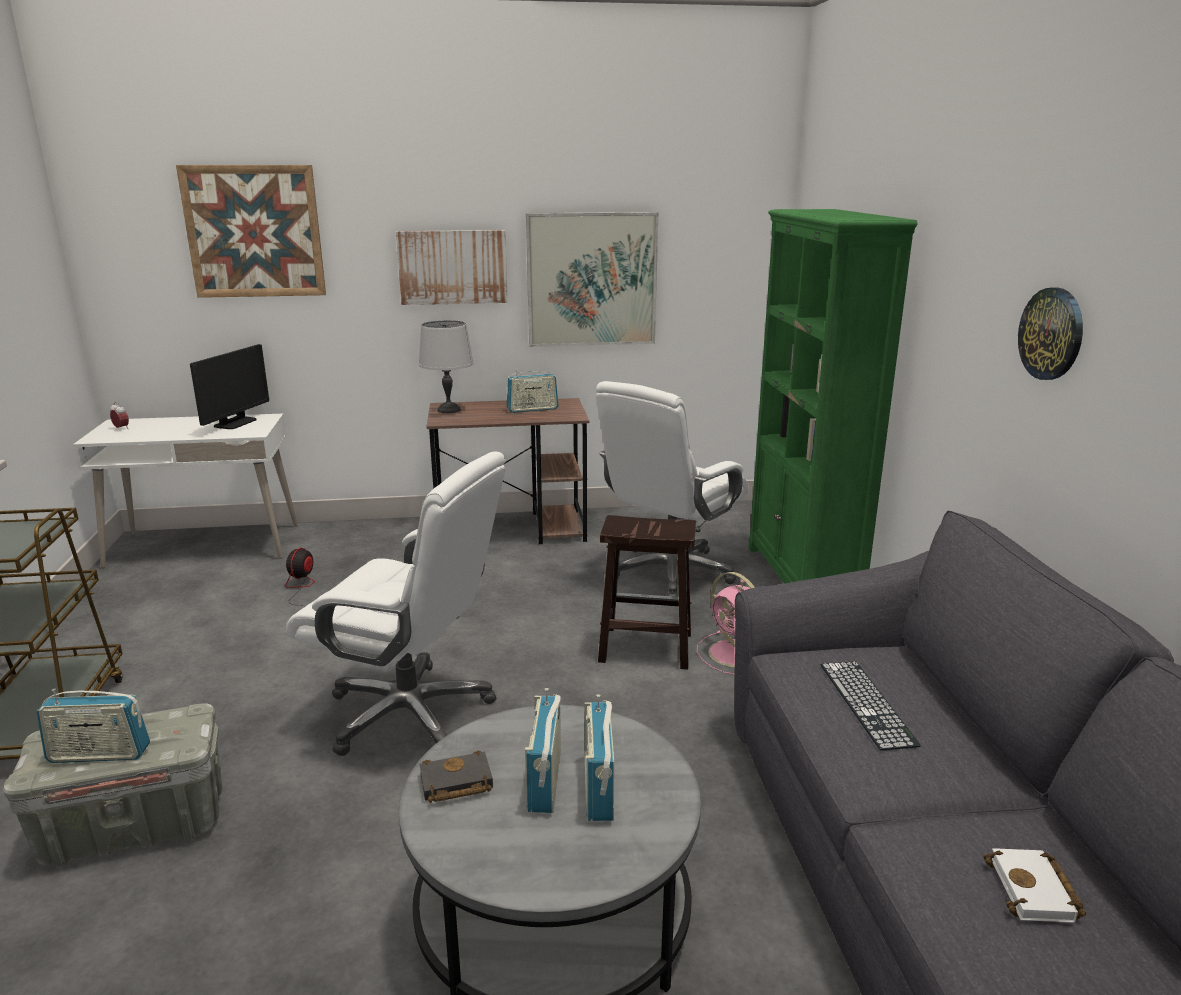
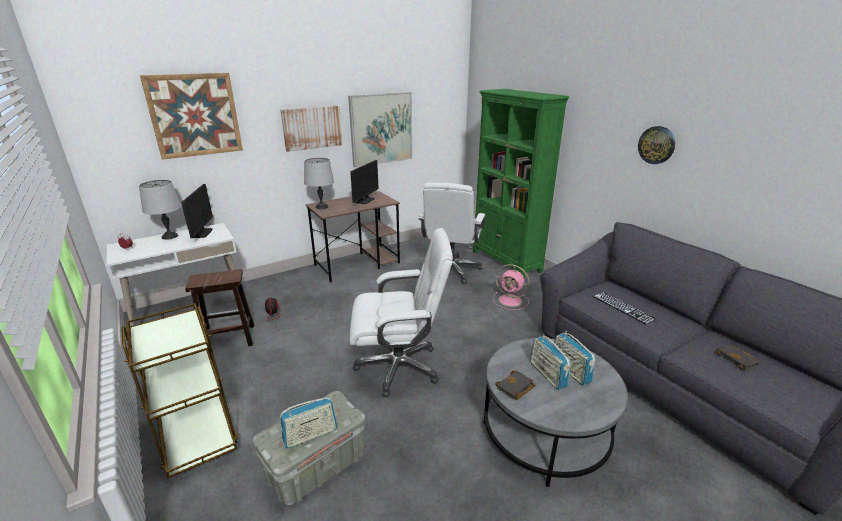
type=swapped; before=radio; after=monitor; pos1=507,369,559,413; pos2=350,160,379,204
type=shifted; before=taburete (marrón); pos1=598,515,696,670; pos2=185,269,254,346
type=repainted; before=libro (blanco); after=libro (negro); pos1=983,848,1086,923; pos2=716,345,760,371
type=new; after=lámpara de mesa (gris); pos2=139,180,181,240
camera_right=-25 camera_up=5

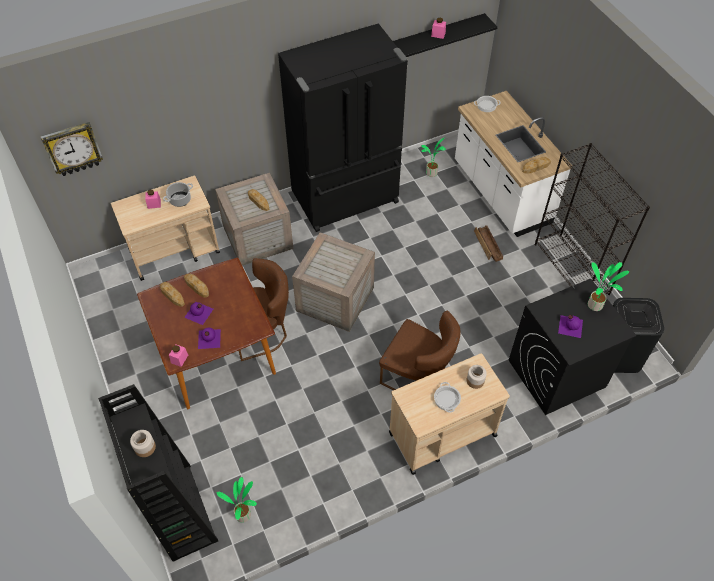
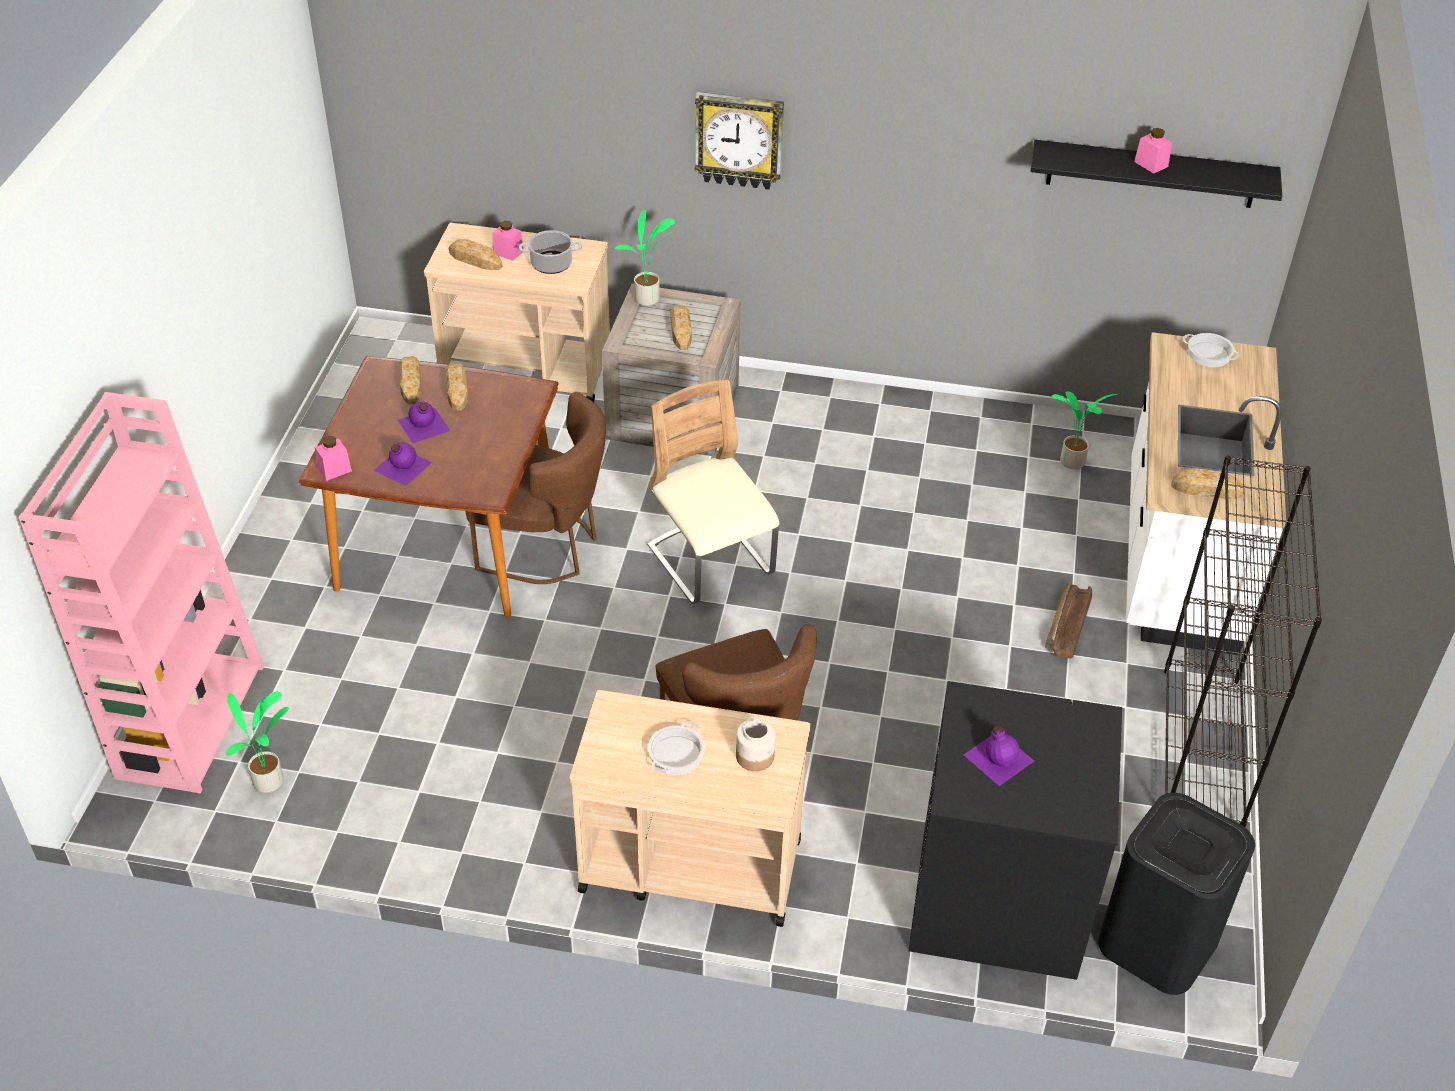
type=gone; before=nevera (negro); pos1=278,23,408,232
type=shifted; before=reloj de pared; pos1=40,122,103,176; pos2=695,92,784,190
type=swapped; before=caja de embalaje; after=silla (beis); pos1=292,232,375,332; pos2=647,380,779,604
type=shifted; before=planta en maceta; pos1=588,262,629,311; pos2=615,210,675,306
type=repainted; before=estantería (negro); after=estantería (rosa); pos1=98,384,218,562; pos2=19,392,264,793
type=gone; before=tarro; pos1=130,430,156,457
type=new; after=pan; pos2=449,239,503,270
camera_right=35 camera_up=-10

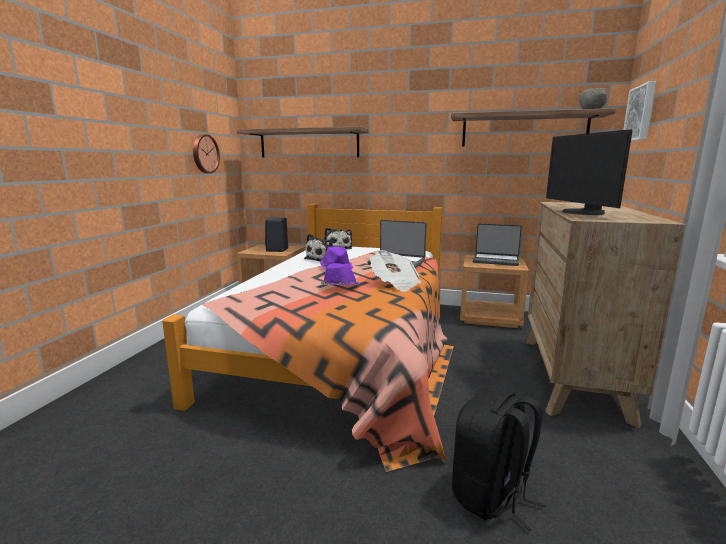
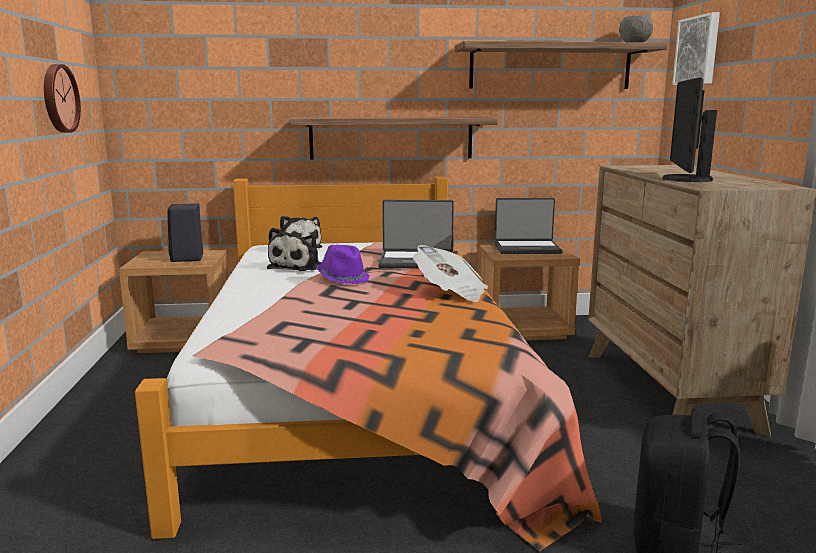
type=shifted; before=estante; pos1=237,126,369,158; pos2=289,117,498,159
type=rotated; before=monitor; pos1=546,129,632,215; pos2=662,77,717,182; turn=45
type=gone; before=sombrero (morado); pos1=320,263,361,285
camera_right=-20 camera_up=0

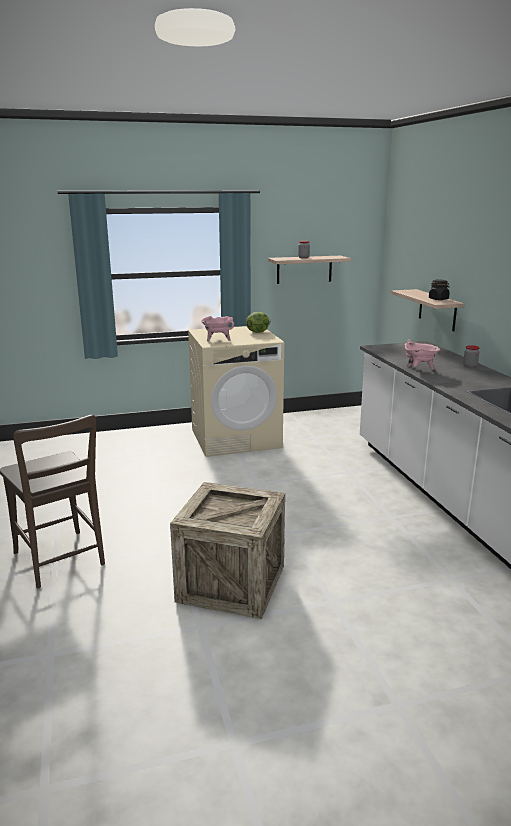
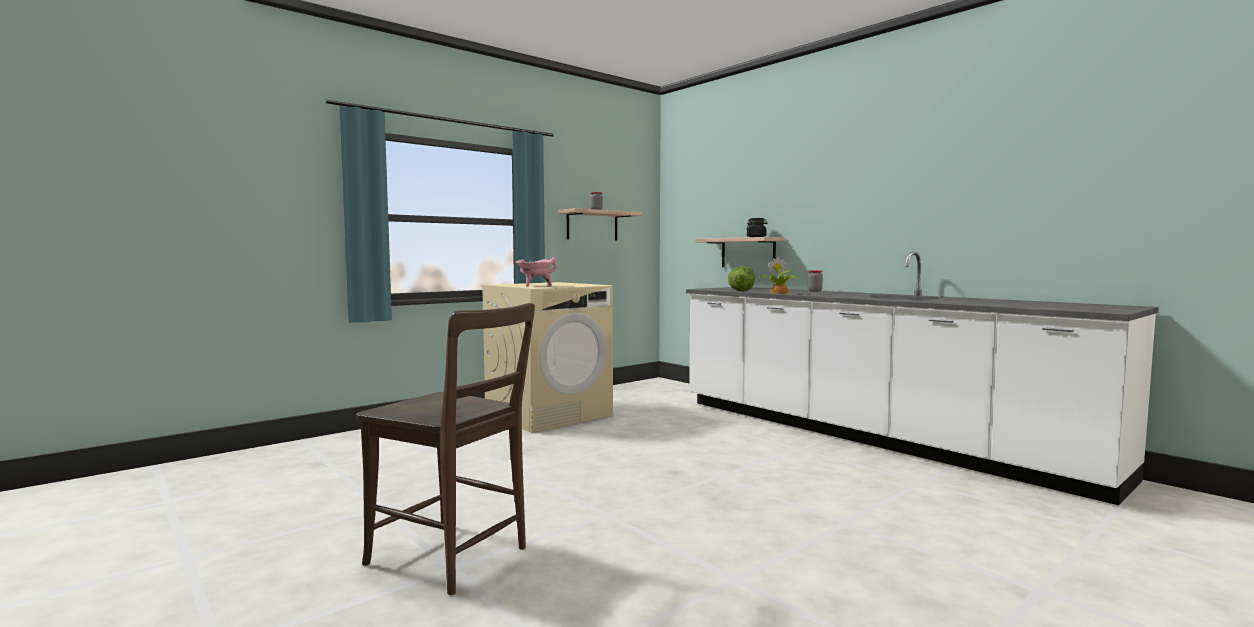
type=shifted; before=lechuga; pos1=246,312,270,333; pos2=728,266,755,291
type=swapped; before=olla (rosa); after=planta en maceta; pos1=404,339,440,370; pos2=759,257,797,294
type=gone; before=caja de embalaje; pos1=170,482,285,619
camera_right=-25 camera_up=-15

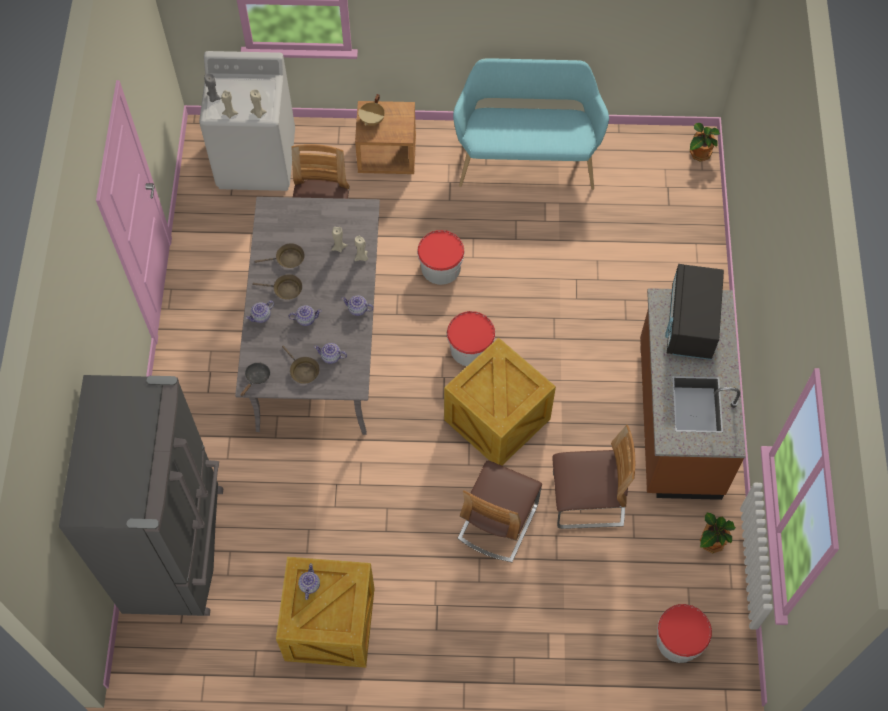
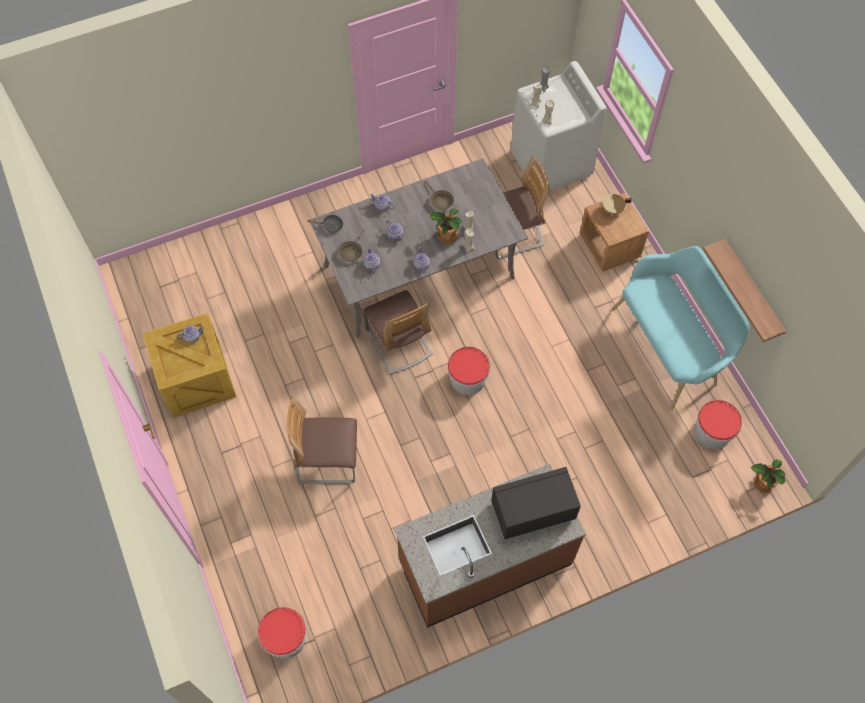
type=shifted; before=cubo; pos1=417,230,464,285; pos2=695,400,742,449
type=gone; before=sartén (marrón); pos1=252,274,302,300
type=gone; before=caja de embalaje; pos1=444,338,556,466
type=gone; before=nevera (gris); pos1=59,375,223,616
type=shifted; before=silla; pos1=552,425,635,529; pos2=363,290,433,374
type=shifted; before=planta en maceta; pos1=700,513,736,553; pos2=430,208,462,243
type=new; after=estante; pos2=703,239,786,342
camera_right=65 camera_up=0

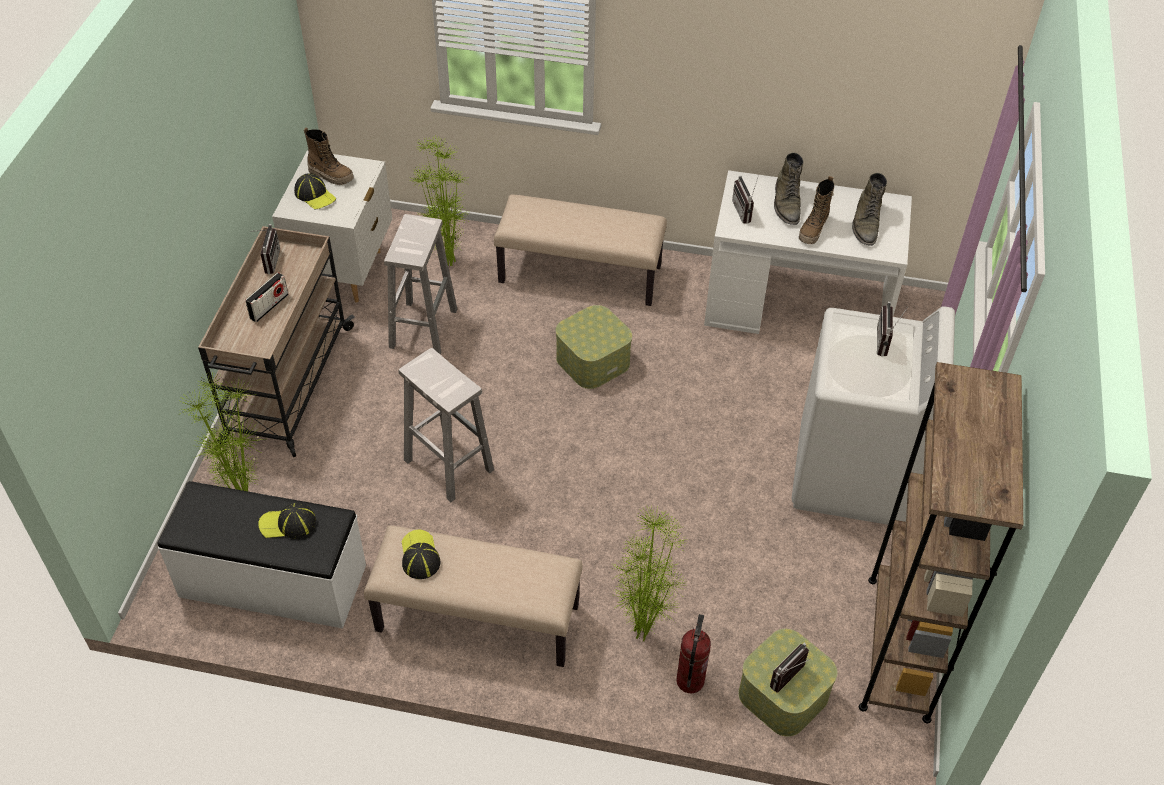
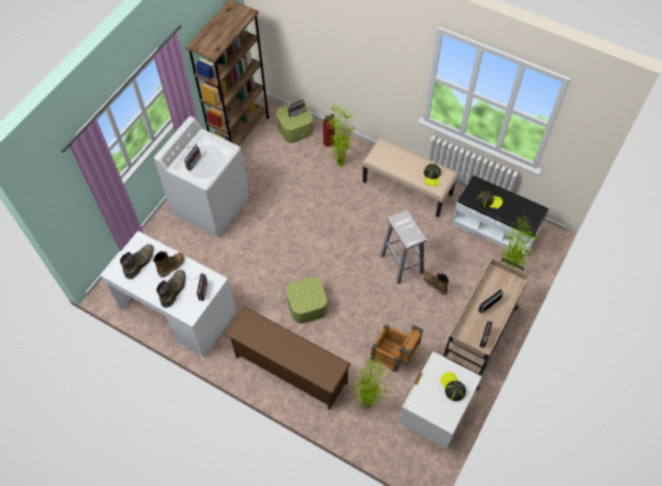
type=shifted; before=bota; pos1=304,127,354,185; pos2=424,273,449,295
type=swapped; before=banco (beis); after=zapatero (marrón); pos1=494,194,667,306; pos2=225,307,351,410
type=swapped; before=taburete (blanco); after=caja de embalaje; pos1=384,214,457,355; pos2=371,324,424,372
camera_right=-160 camera_up=10

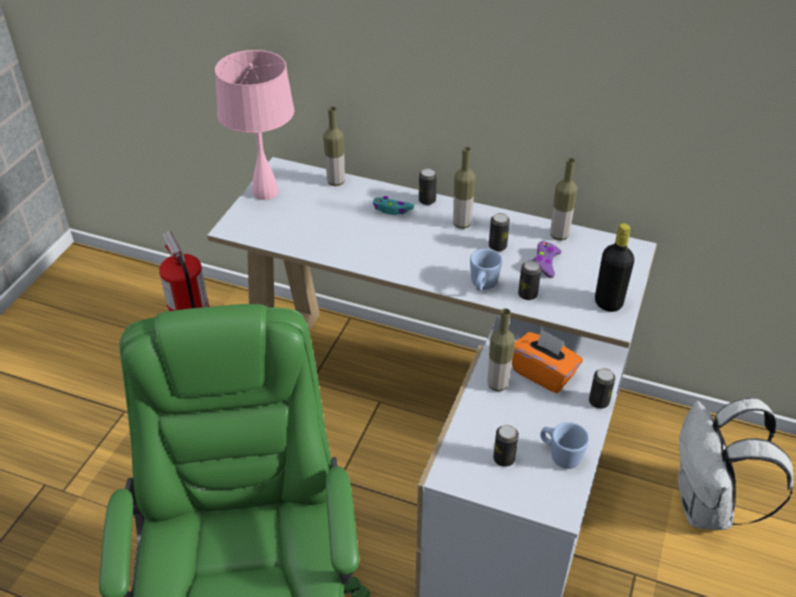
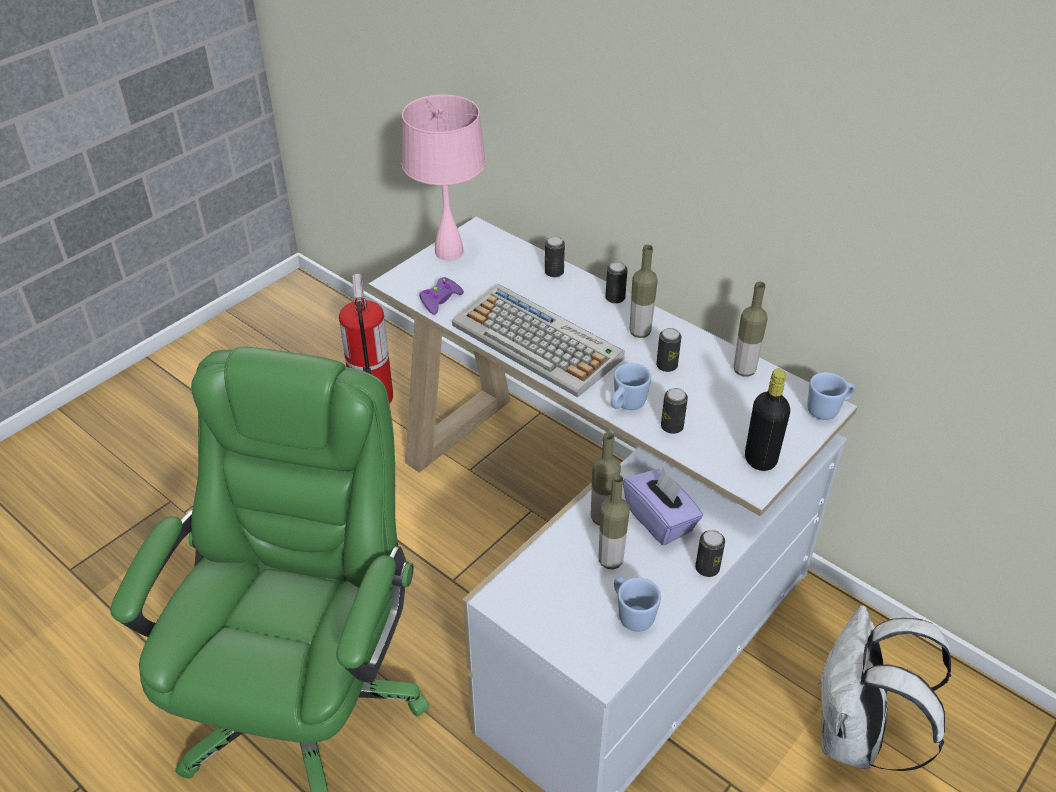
type=shifted; before=botella; pos1=323,106,345,186; pos2=598,475,630,569
type=gone; before=mando de consola (turquesa); pos1=373,196,414,215
type=shifted; before=mando de consola (morado); pos1=532,241,561,278; pos2=419,277,464,315
type=repainted; before=caja de pañuelos (naranja); after=caja de pañuelos (morado); pos1=512,328,583,393; pos2=623,468,703,546
type=shifted; before=lata; pos1=493,425,519,467; pos2=545,236,565,277
type=new; after=teclado; pos2=452,284,624,397
type=new; after=taza grande (azul); pos2=807,372,856,420
camera_right=20 camera_up=0

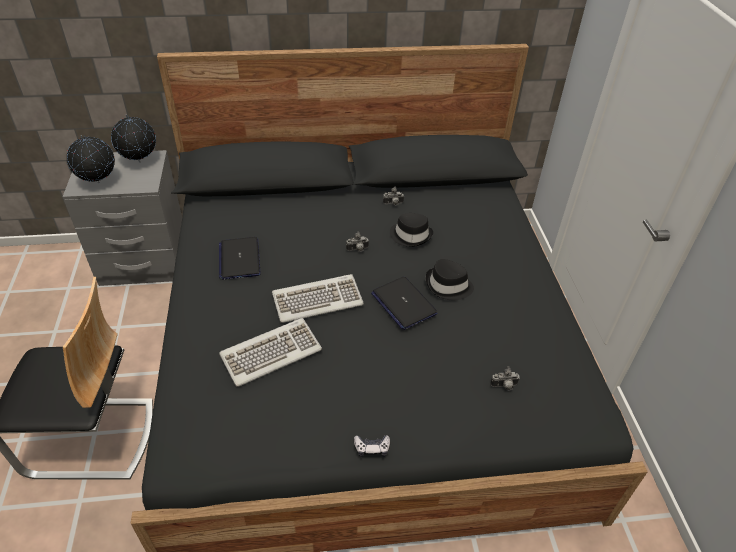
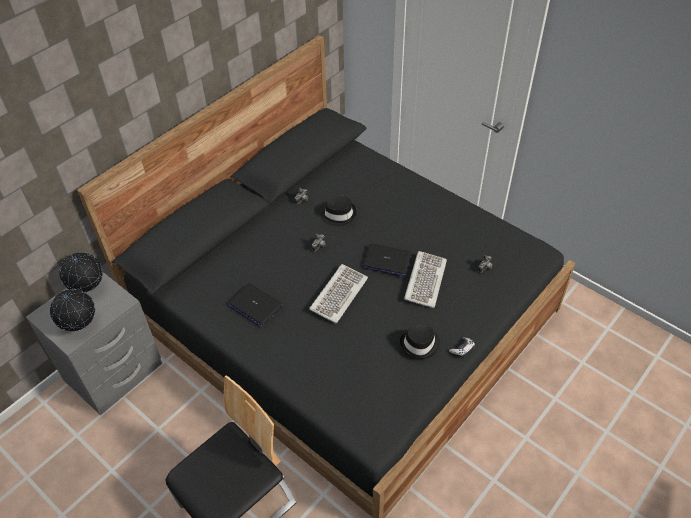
type=shifted; before=sombrero (negro); pos1=426,259,474,300; pos2=400,324,440,359
type=shifted; before=teclado; pos1=219,318,322,387; pos2=404,251,447,308
camera_right=-40 camera_up=5

